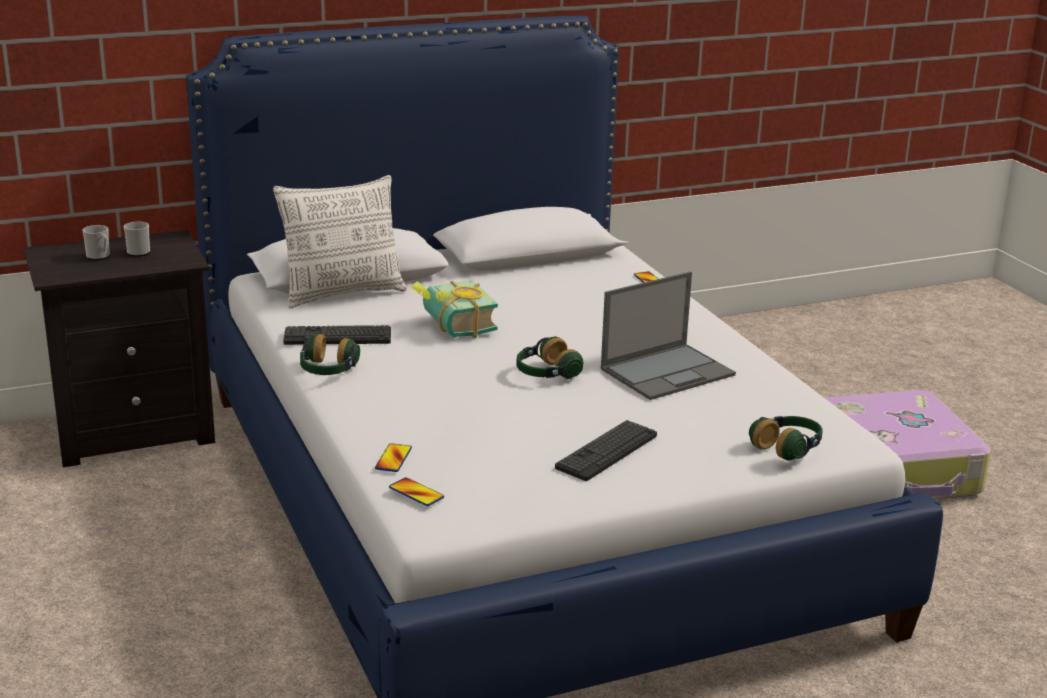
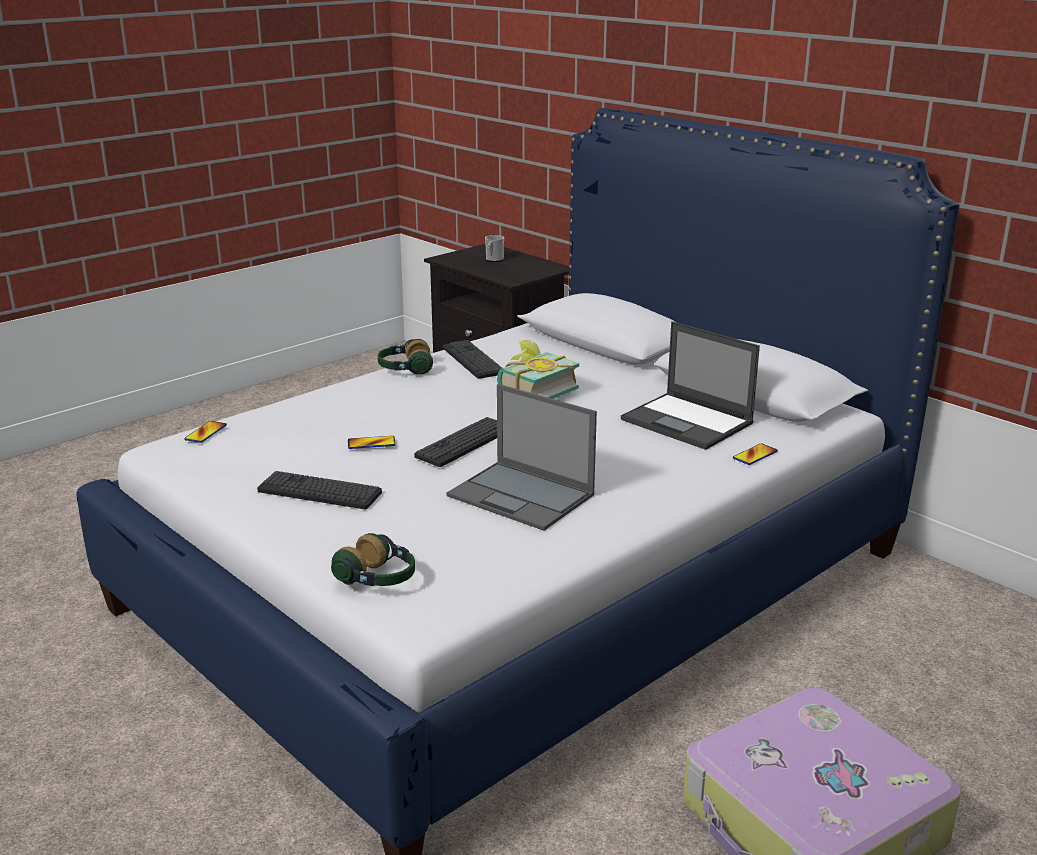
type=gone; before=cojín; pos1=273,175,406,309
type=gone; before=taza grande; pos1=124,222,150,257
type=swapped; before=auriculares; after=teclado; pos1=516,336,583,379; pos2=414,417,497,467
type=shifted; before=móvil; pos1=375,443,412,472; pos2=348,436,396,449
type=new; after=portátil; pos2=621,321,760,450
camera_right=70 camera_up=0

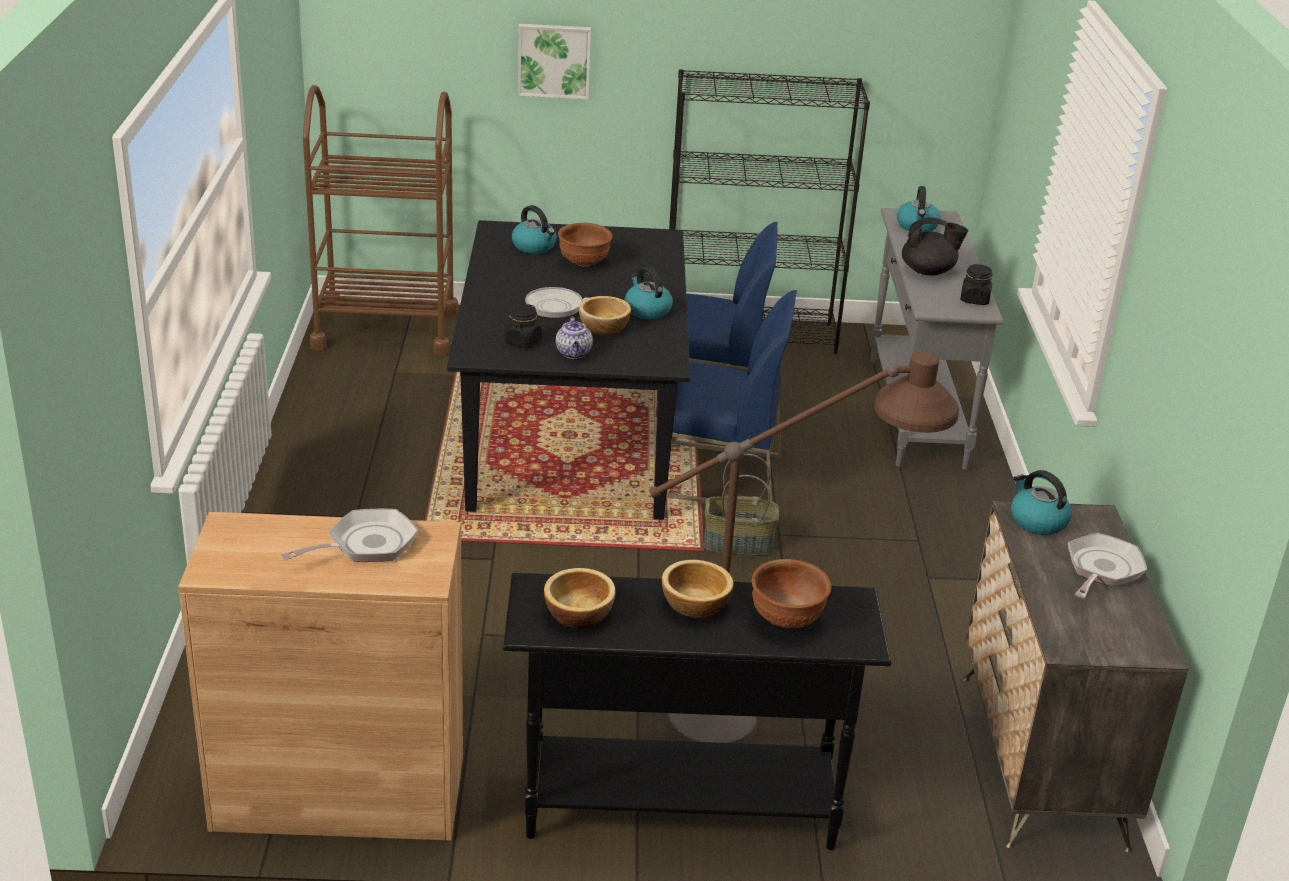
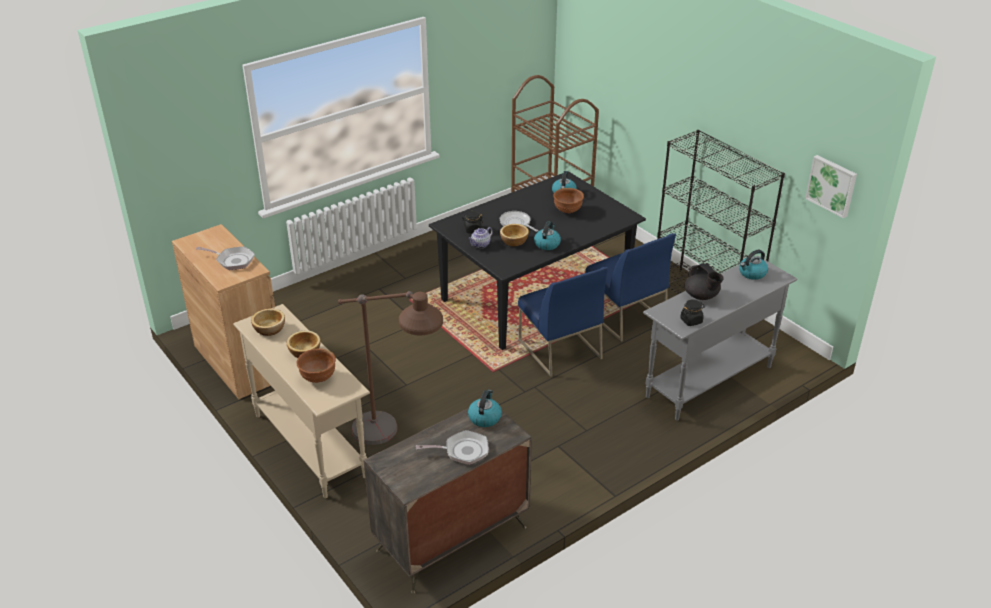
type=shifted; before=cuadro; pos1=518,24,591,99; pos2=805,155,857,218
type=gone; before=cesta; pos1=704,454,779,556
type=repainted; before=mesa consola (negro); after=mesa consola (beis); pos1=503,573,891,850; pos2=233,304,370,498
camera_right=55 camera_up=5

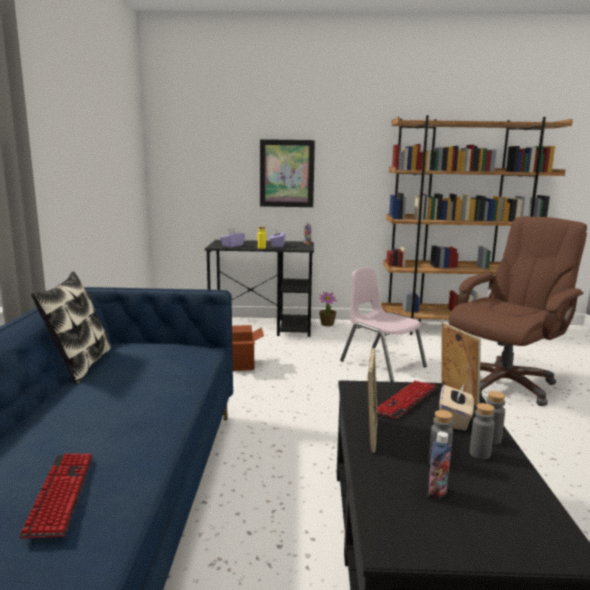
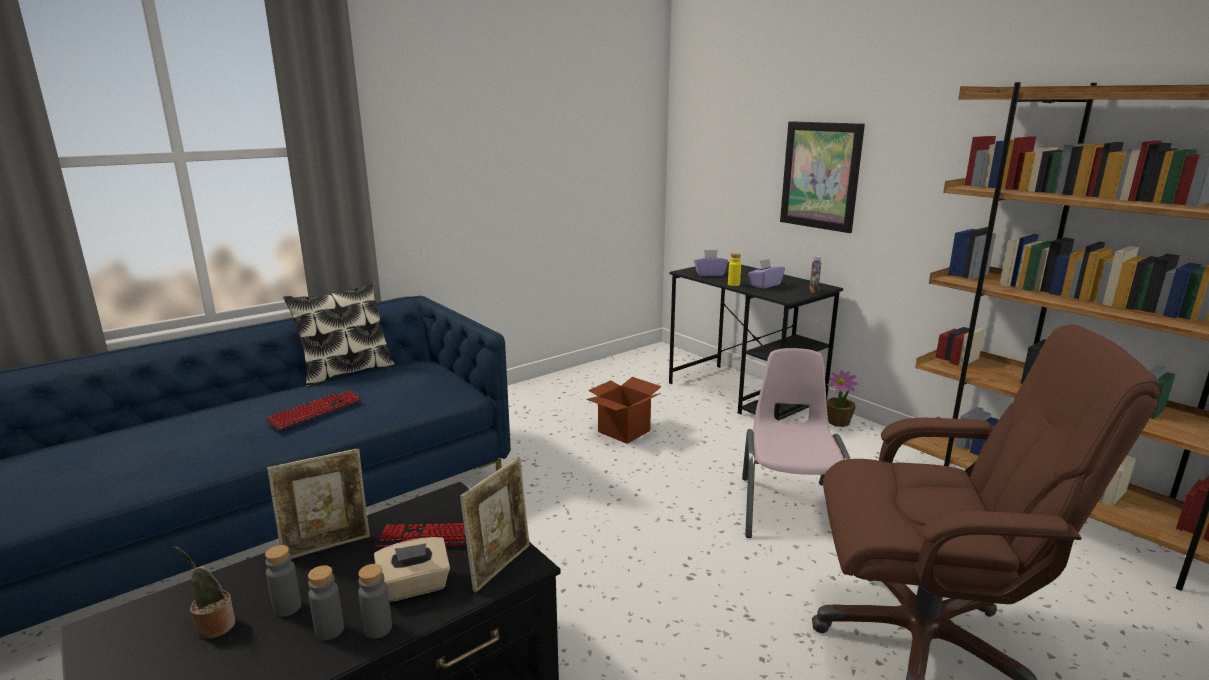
type=swapped; before=botella; after=planta en maceta; pos1=428,432,451,500; pos2=173,546,235,639
type=shifted; before=teclado; pos1=19,453,93,538; pos2=265,391,362,430
camera_right=50 camera_up=5

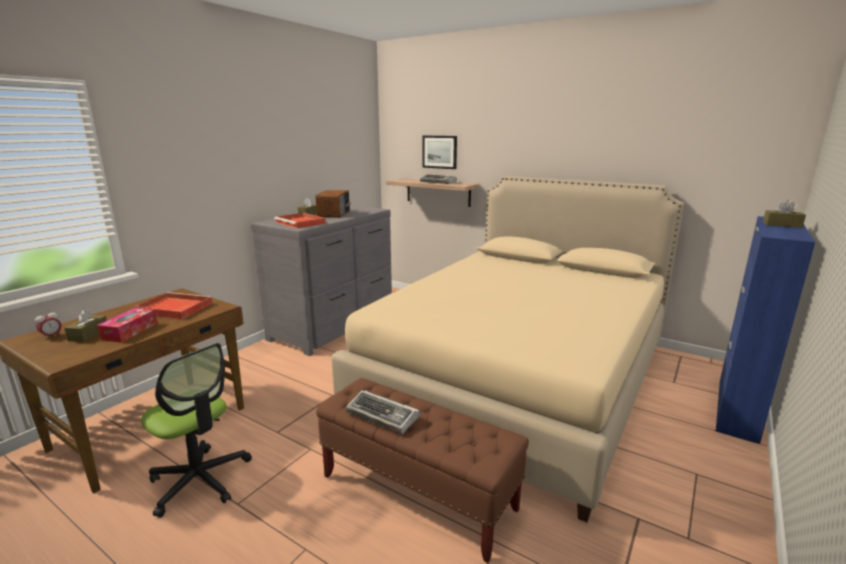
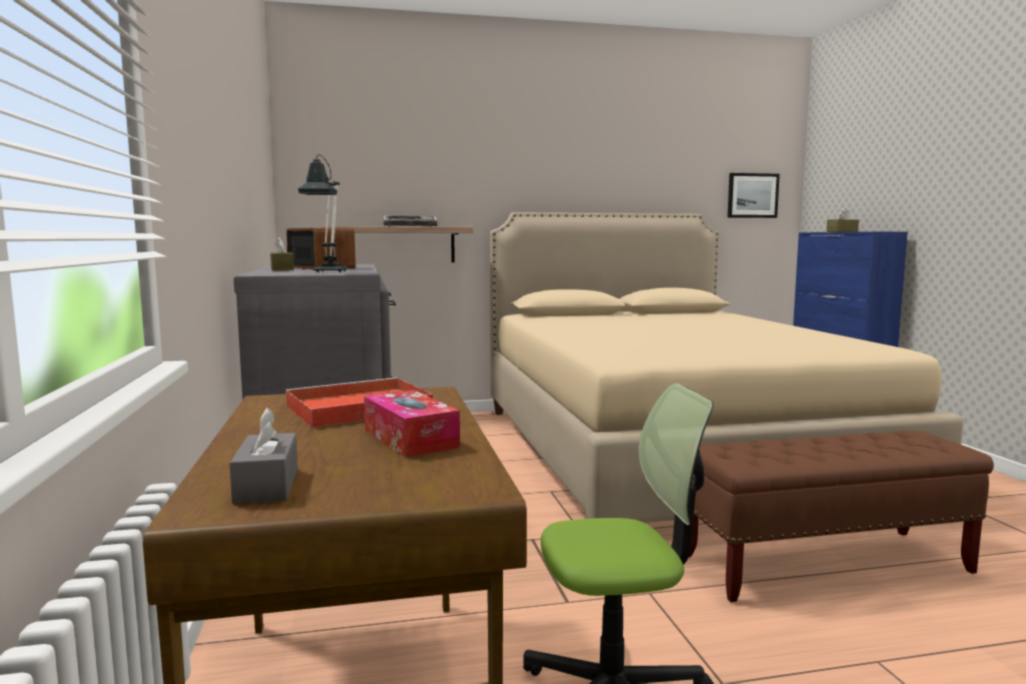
type=shifted; before=cuadro; pos1=422,136,457,169; pos2=727,173,780,218
type=swapped; before=bandeja (rojo); after=lámpara de mesa; pos1=274,213,326,228; pos2=298,154,348,272
type=gone; before=caja de pañuelos (marrón); pos1=64,309,107,342
type=swapped; before=despertador; after=caja de pañuelos (gris); pos1=35,310,61,339; pos2=229,408,298,504
type=gone; before=teclado; pos1=346,390,420,435
camera_right=-45 camera_up=-10

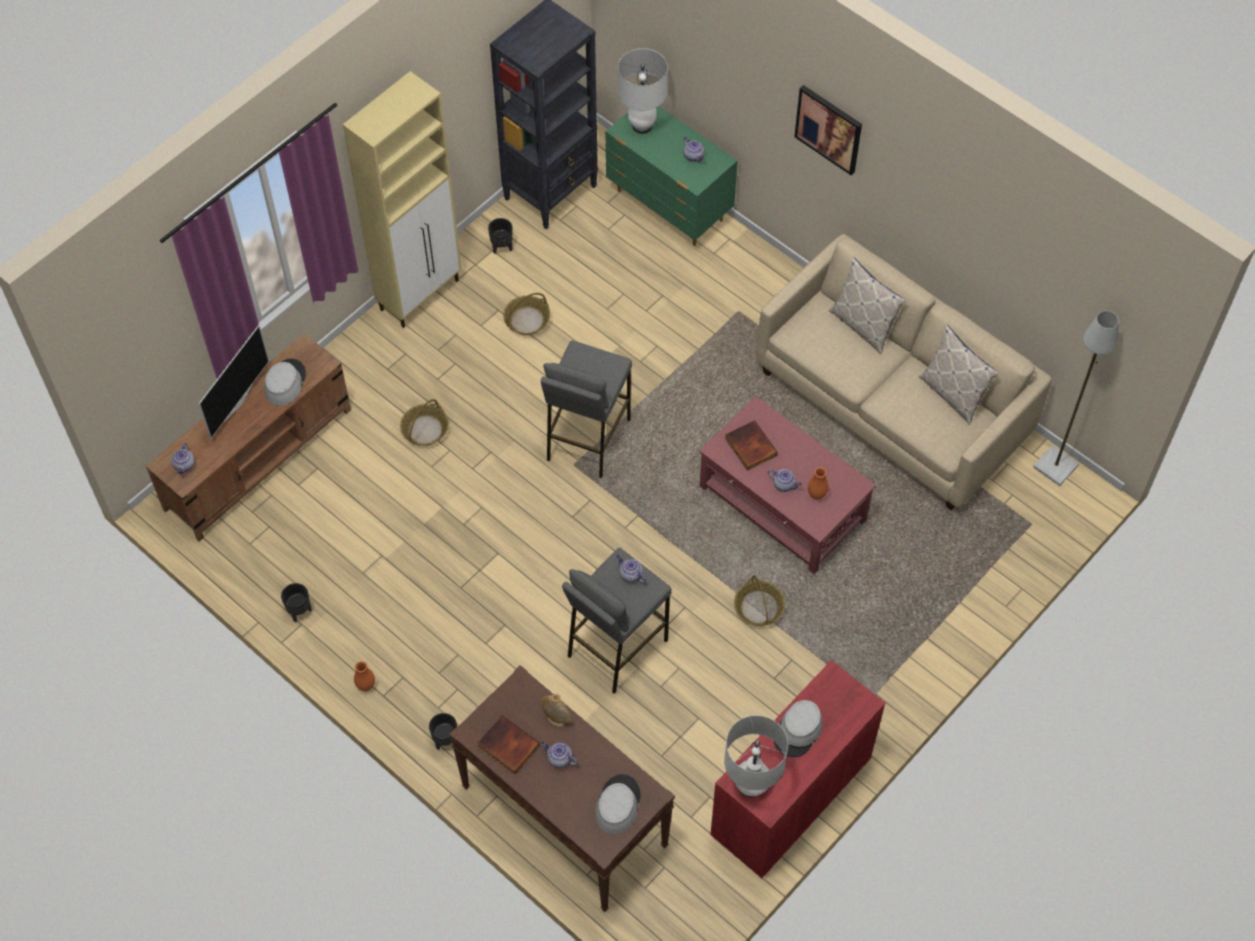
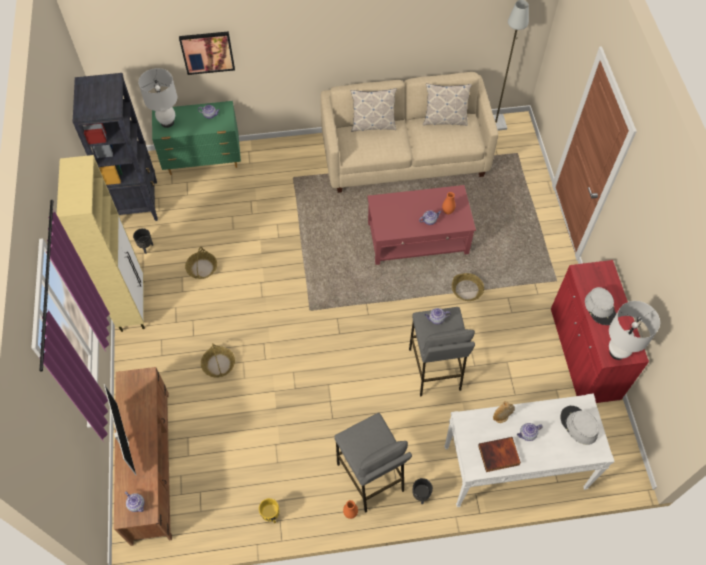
type=shifted; before=cuadro; pos1=794,85,862,175; pos2=179,31,235,75
type=shifted; before=taburete (gris); pos1=541,340,632,478; pos2=334,413,412,513
type=gone; before=sombrero (gris); pos1=265,359,306,406
type=gone; before=libro; pos1=725,420,777,471
type=repainted; before=maceta (negro); after=maceta (amarillo); pos1=281,583,312,622; pos2=259,498,279,524
type=repainted; before=mesa consola (marrón); after=mesa consola (blanco); pos1=449,665,675,912; pos2=444,393,615,507
camera_right=-50 camera_up=0

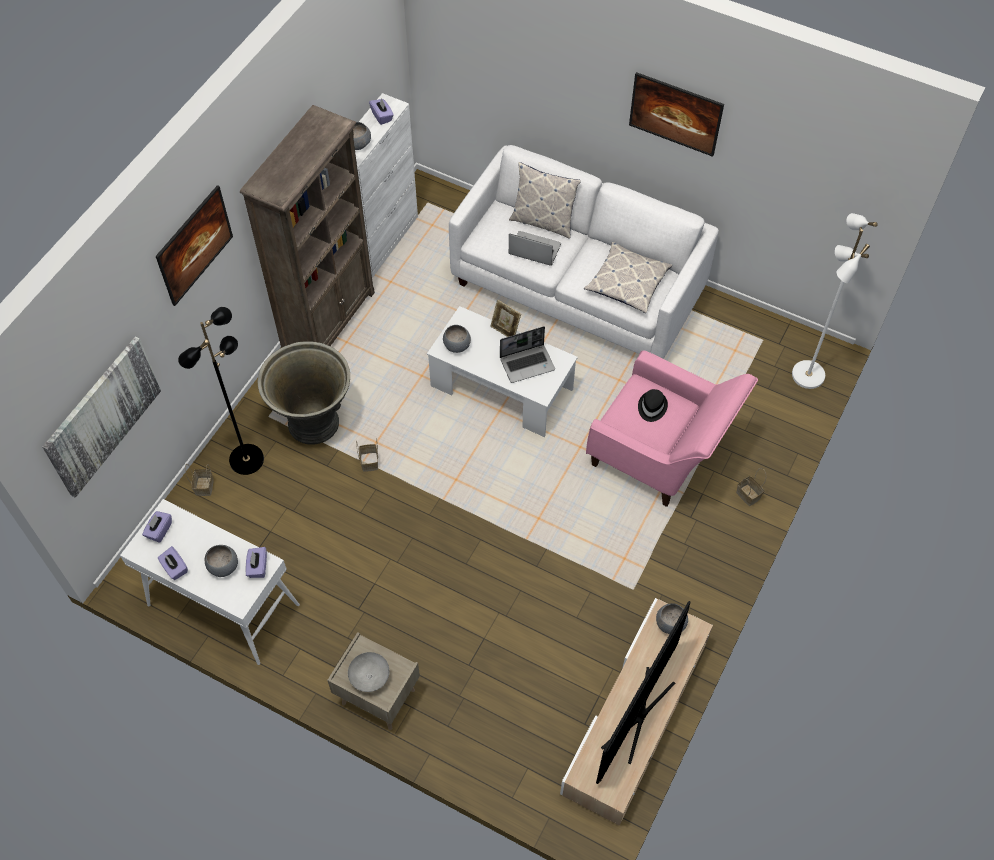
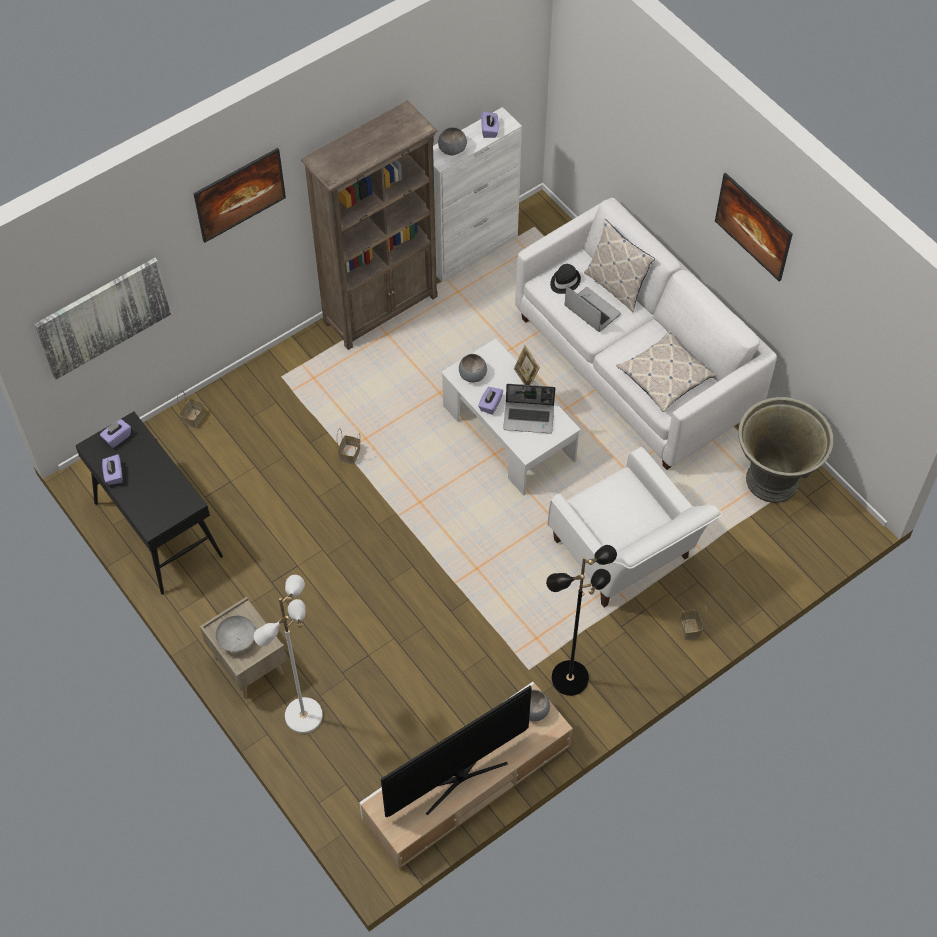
type=shifted; before=lámpara de pie (blanco); pos1=792,213,878,389; pos2=254,575,323,734
type=shifted; before=lámpara de pie (negro); pos1=178,307,264,475; pos2=546,545,617,696
type=shifted; before=maceta (gris); pos1=257,341,350,445; pos2=738,397,833,503
type=repainted; before=sillón (rosa); after=sillón (blanco); pos1=586,350,758,507; pos2=548,447,723,607
type=shifted; before=sombrero (negro); pos1=638,389,668,422; pos2=550,264,581,294
type=repainted; before=mesa consola (blanco); after=mesa consola (negro); pos1=120,499,300,665; pos2=75,411,223,594
type=gone; before=cuenco (gris); pos1=205,545,238,577
type=shifted; before=caja de pañuelos (morado); pos1=245,547,267,578; pos2=478,387,503,415
camera_right=25 camera_up=0

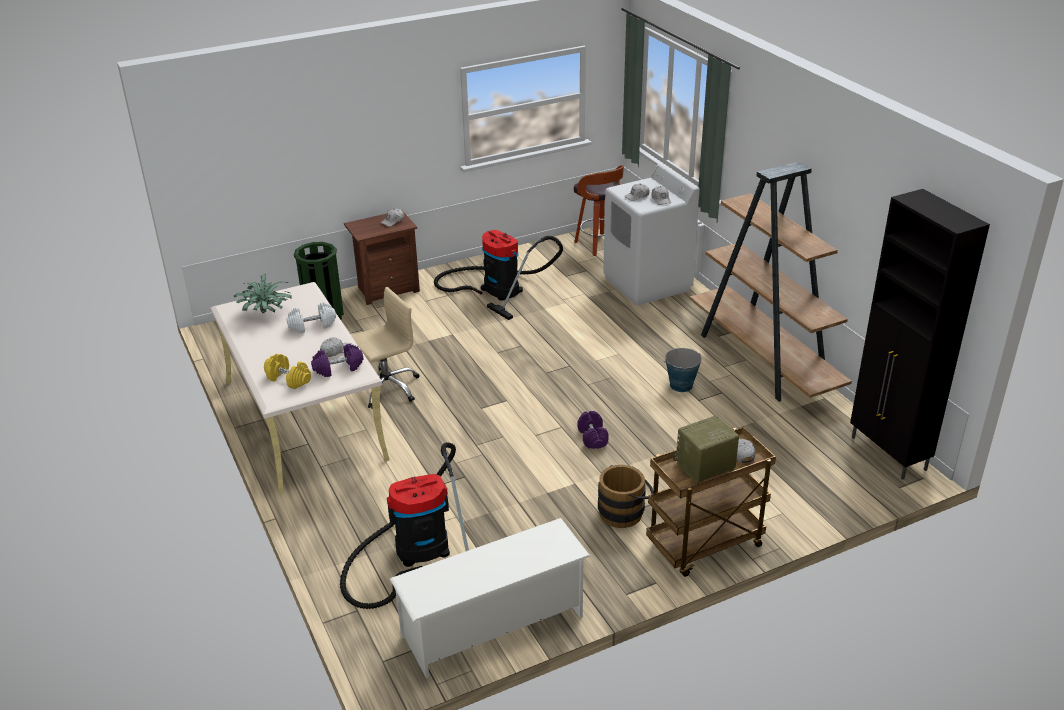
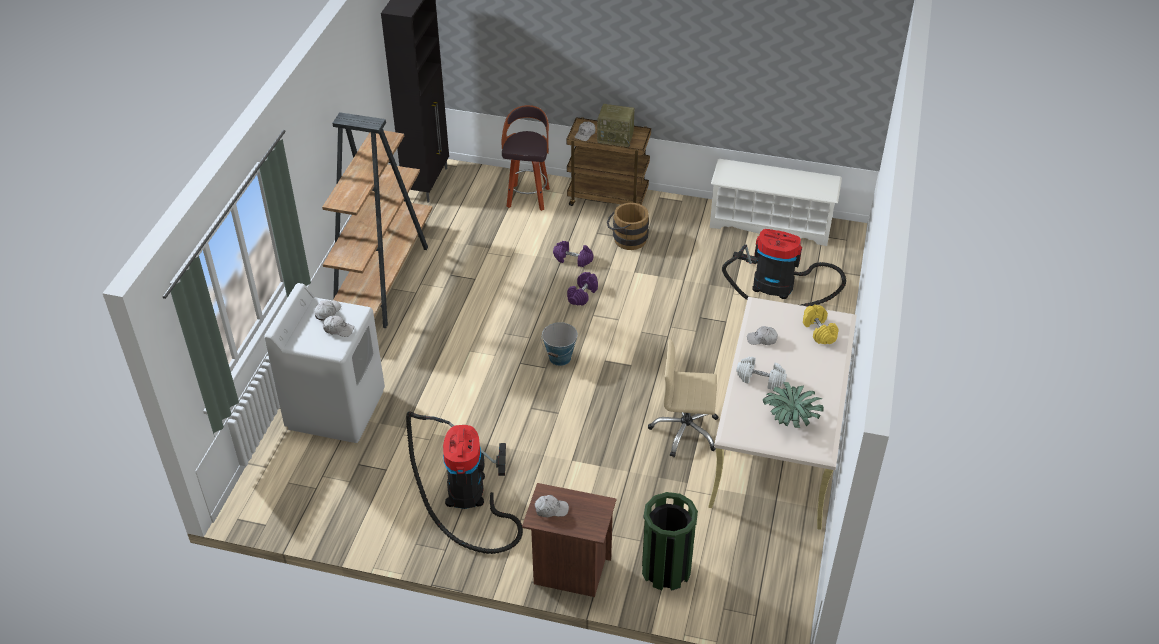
type=shifted; before=taburete; pos1=574,165,624,256; pos2=502,105,550,211
type=shifted; before=mancuerna (morado); pos1=311,343,363,377; pos2=553,241,594,267
type=shifted; before=cubo; pos1=664,348,702,392; pos2=541,322,578,366
camera_right=-140 camera_up=10

